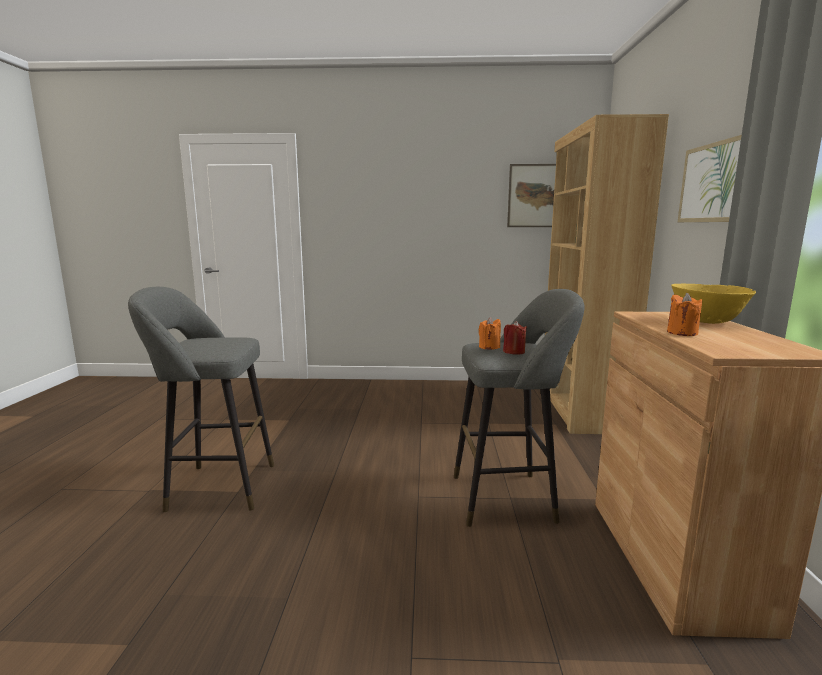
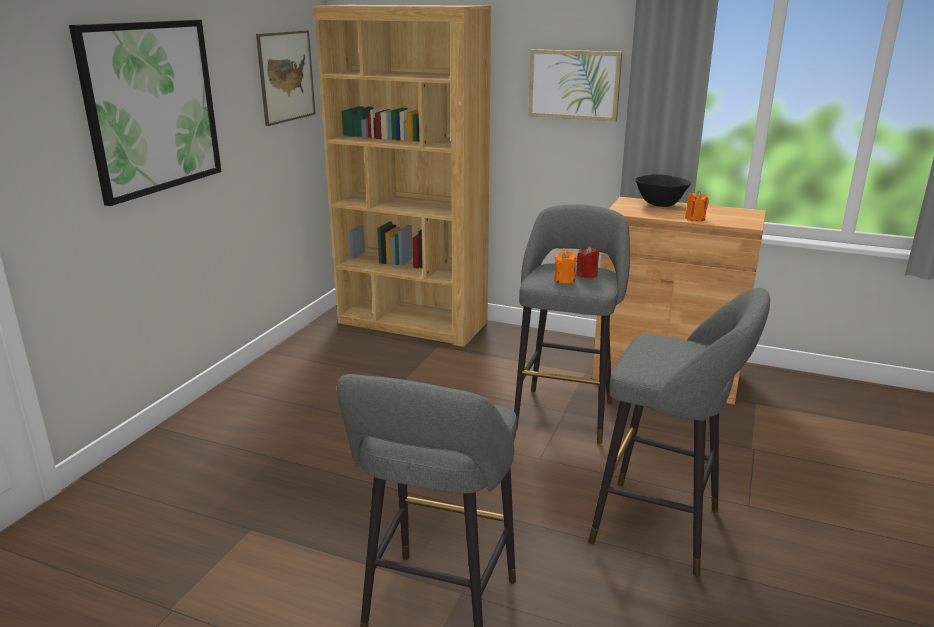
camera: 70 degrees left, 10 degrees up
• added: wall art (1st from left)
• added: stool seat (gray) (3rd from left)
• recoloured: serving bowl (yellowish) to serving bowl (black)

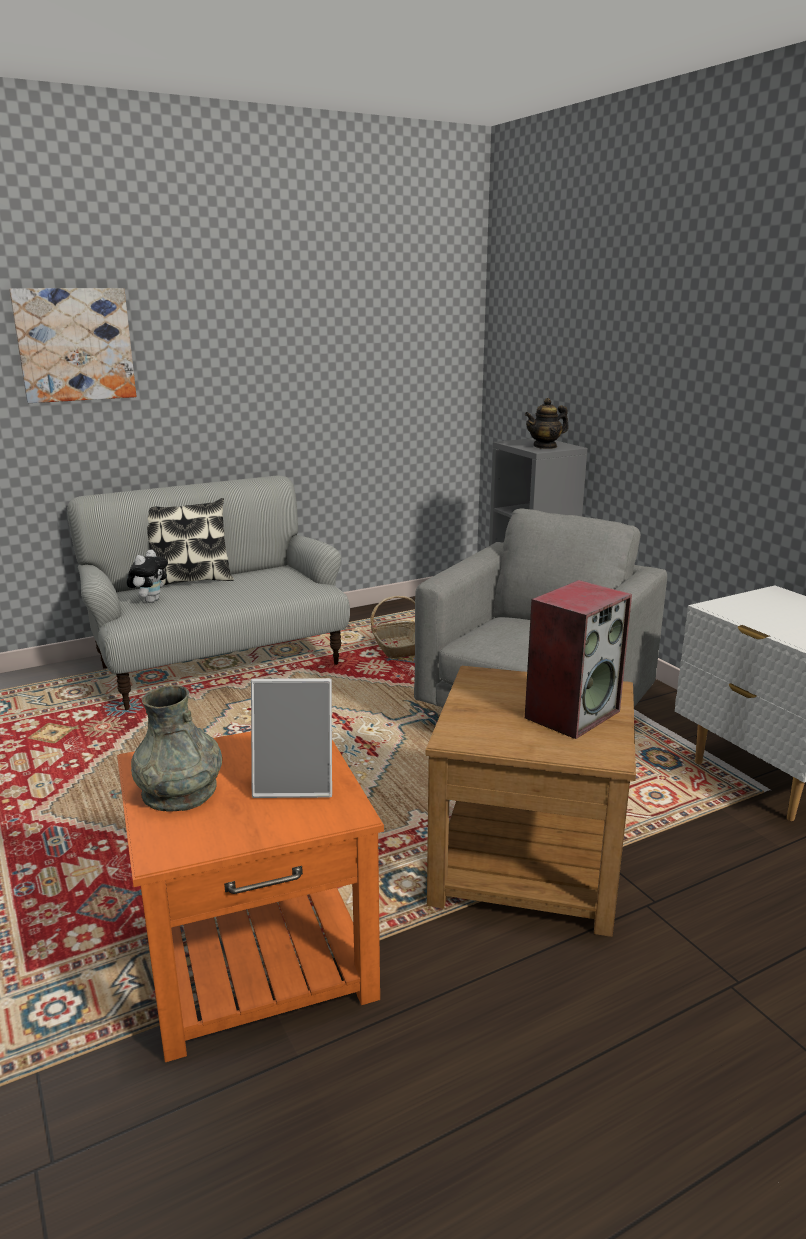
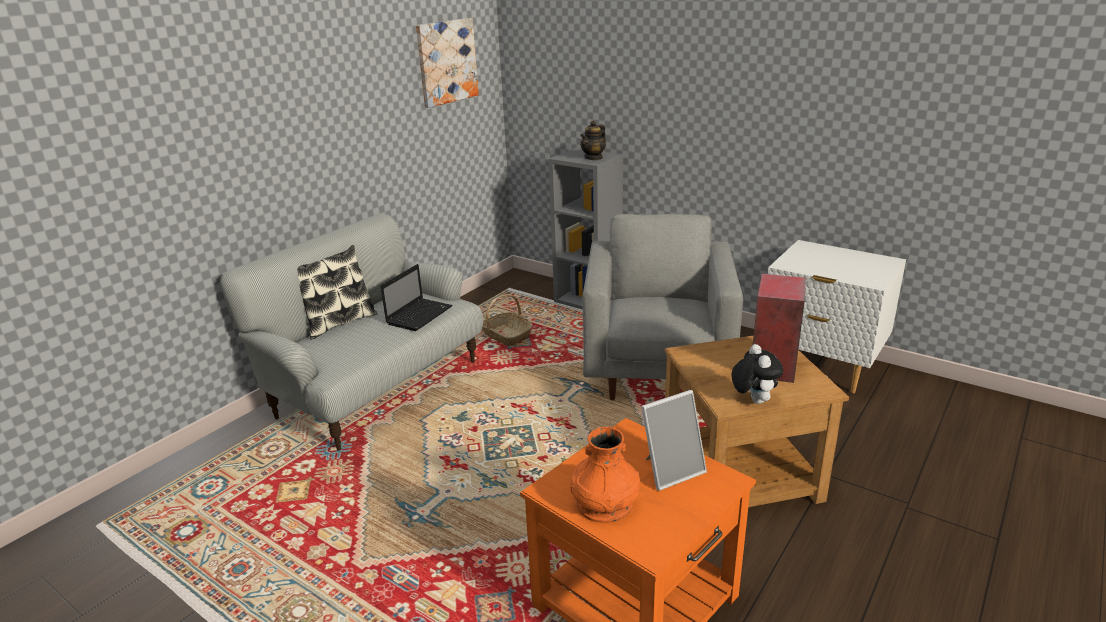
camera: 25 degrees left, 5 degrees up
• added: portable computer
• moved: wall art
• recoloured: flower vase (gray) to flower vase (orange-coloured)
• moved: cuddly toy

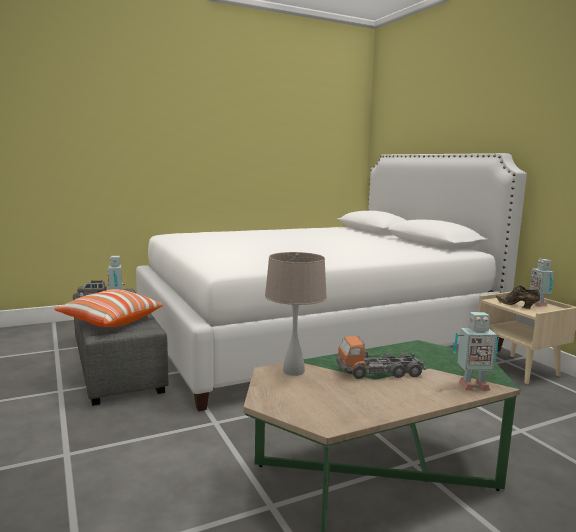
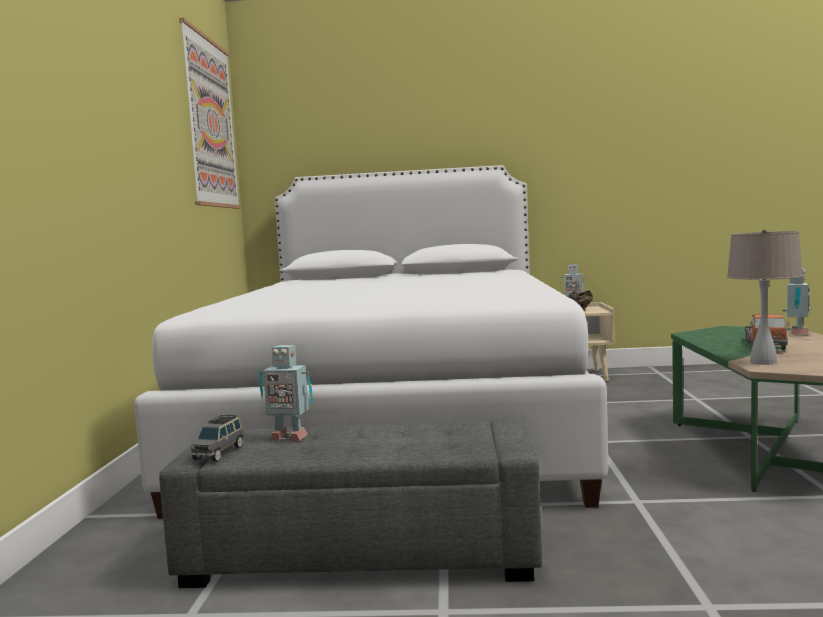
camera: 60 degrees left, 5 degrees down
• added: wall art
• removed: pillow

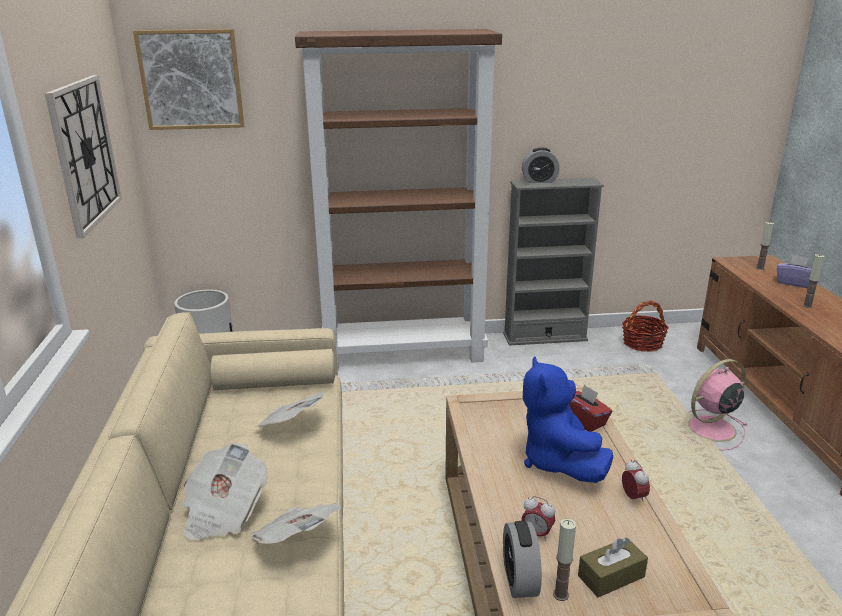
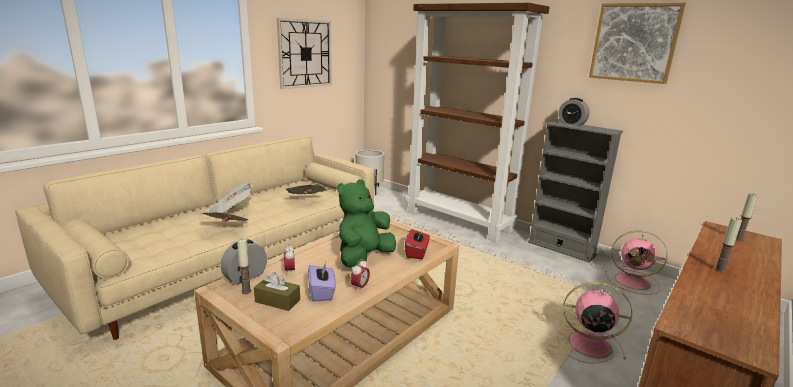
camera: 45 degrees right, 5 degrees down
• moved: tissue holder (purple-coloured)
• recoloured: cuddly toy (bluish) to cuddly toy (green-coloured)
• moved: wall art
• replaced: storage basket to electric fan (pink-coloured) (2nd from left)

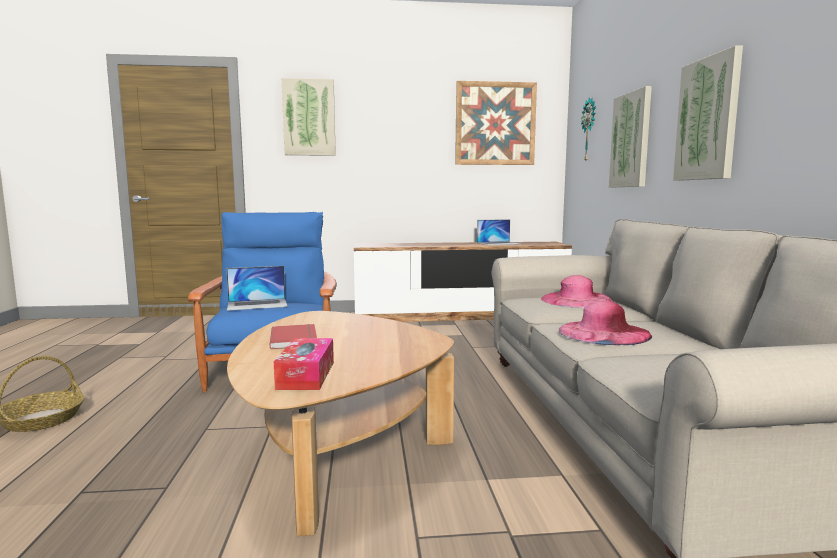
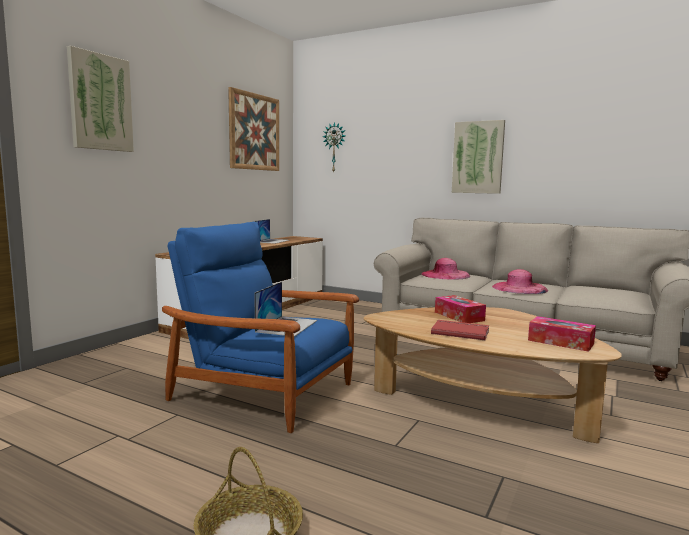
camera: 55 degrees left, 0 degrees up
• added: tissue holder (1st from left)
• removed: wall art (3rd from left)

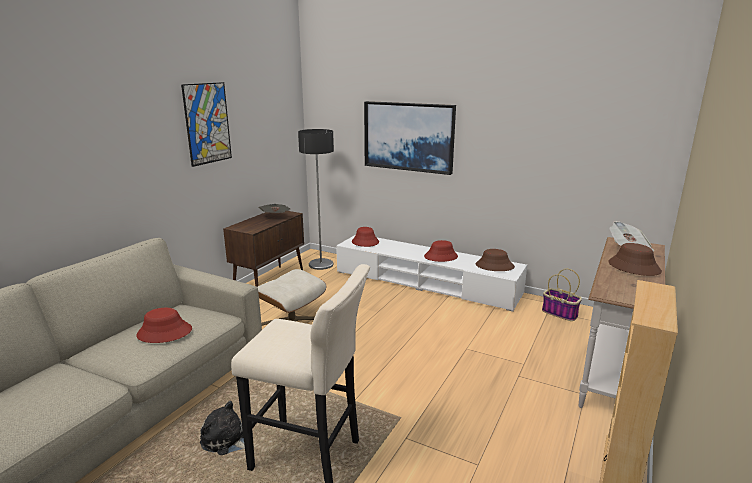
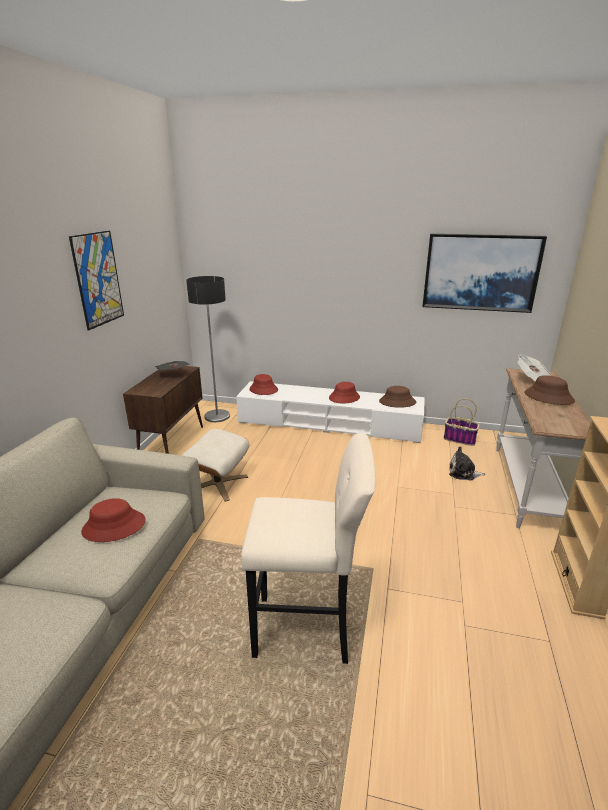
camera: 15 degrees left, 5 degrees up
• moved: wall art (2nd from left)
• moved: cuddly toy

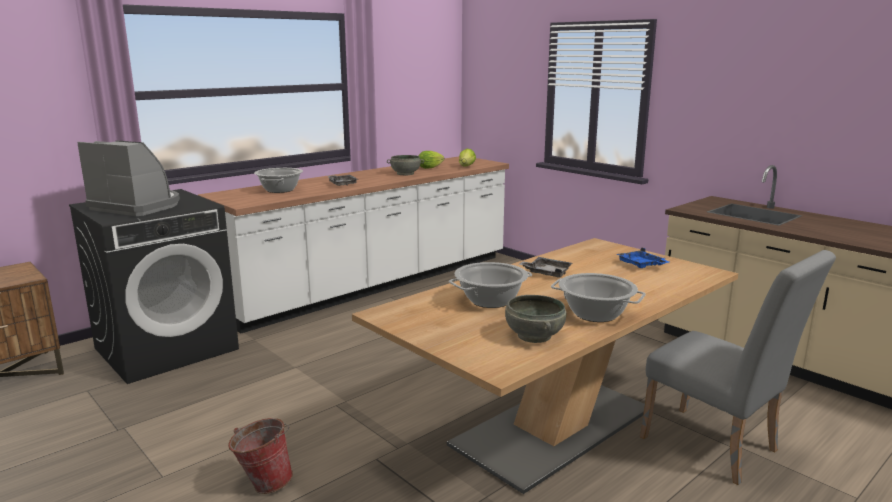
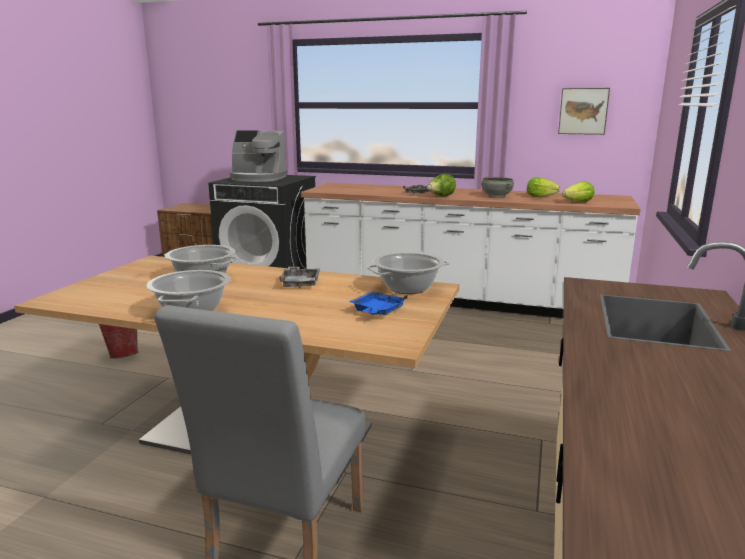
camera: 60 degrees right, 0 degrees up
• turned: coffee brewer 105 degrees clockwise
• moved: stockpot (1st from left in the first image) to stockpot (3rd from left)
• added: lettuce head (1st from left)
• added: wall art
• removed: serving bowl (gray) (2nd from left)

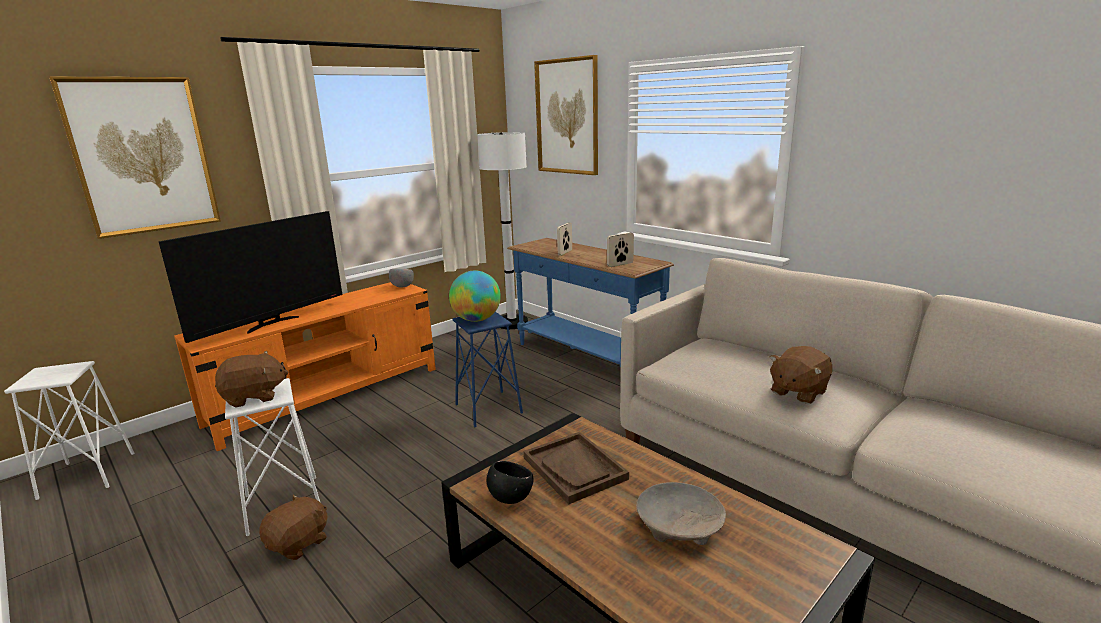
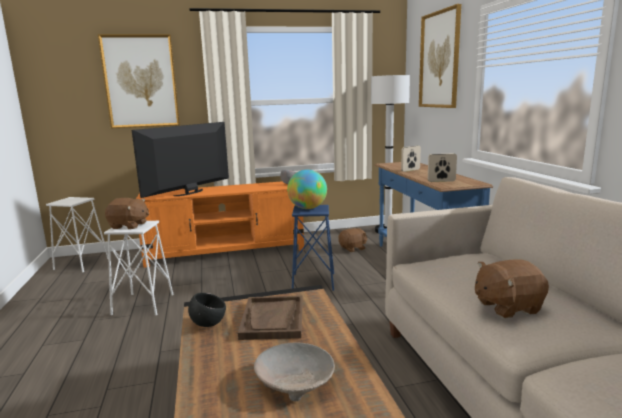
camera: 30 degrees right, 5 degrees down
• turned: television 150 degrees clockwise
• moved: cuddly toy (brown-coloured) (2nd from left)

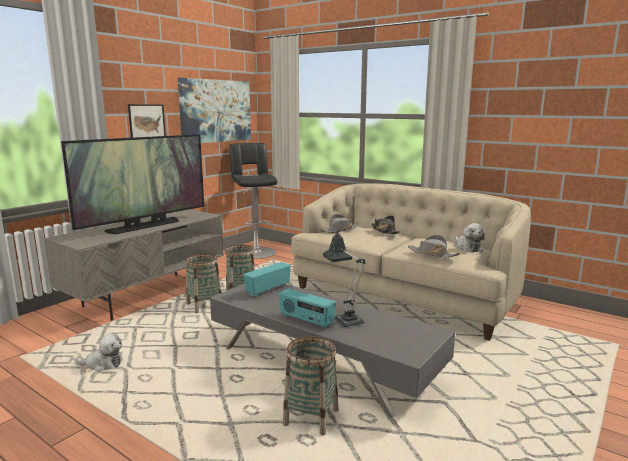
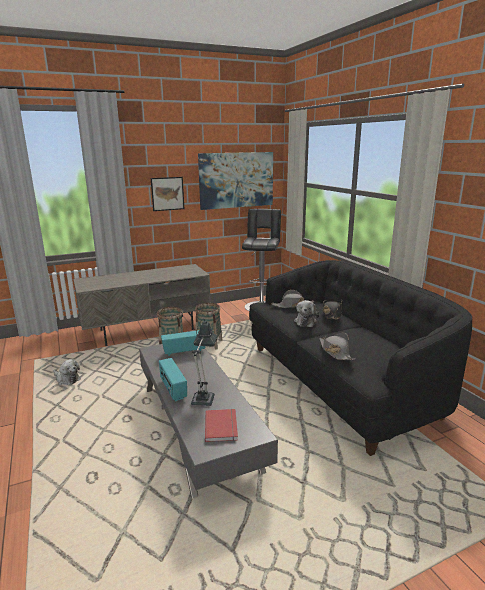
camera: 30 degrees right, 5 degrees up
• added: volume (red-coloured)
• recoloured: settee (beige) to settee (black)
• moved: cuddly toy (2nd from left)
• removed: television
• removed: storage basket (3rd from left)

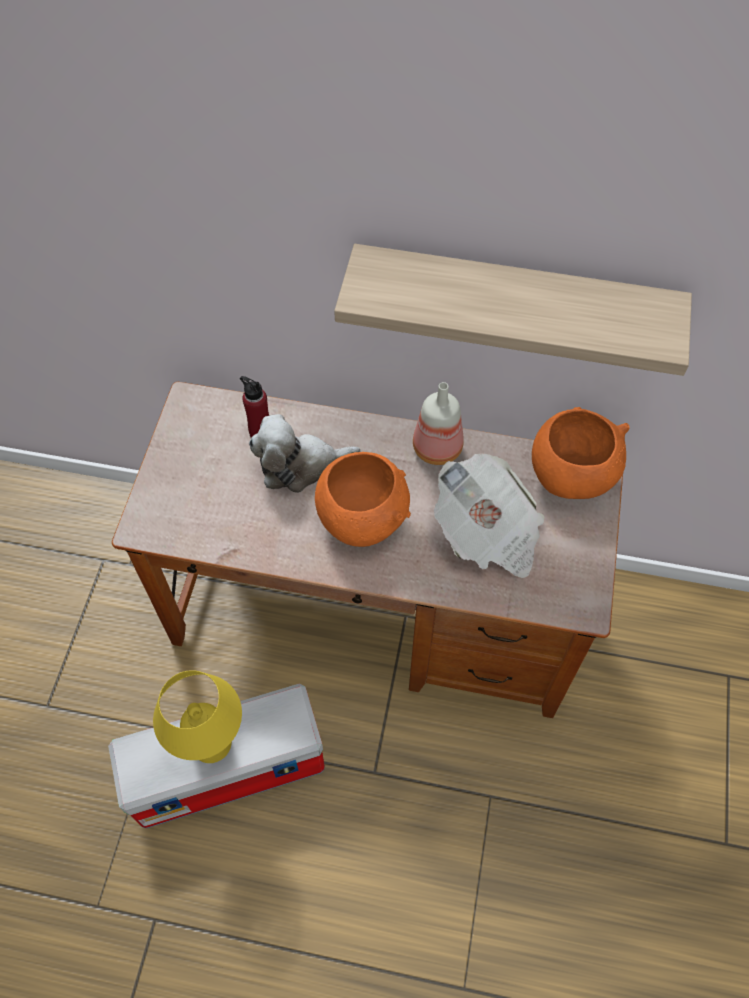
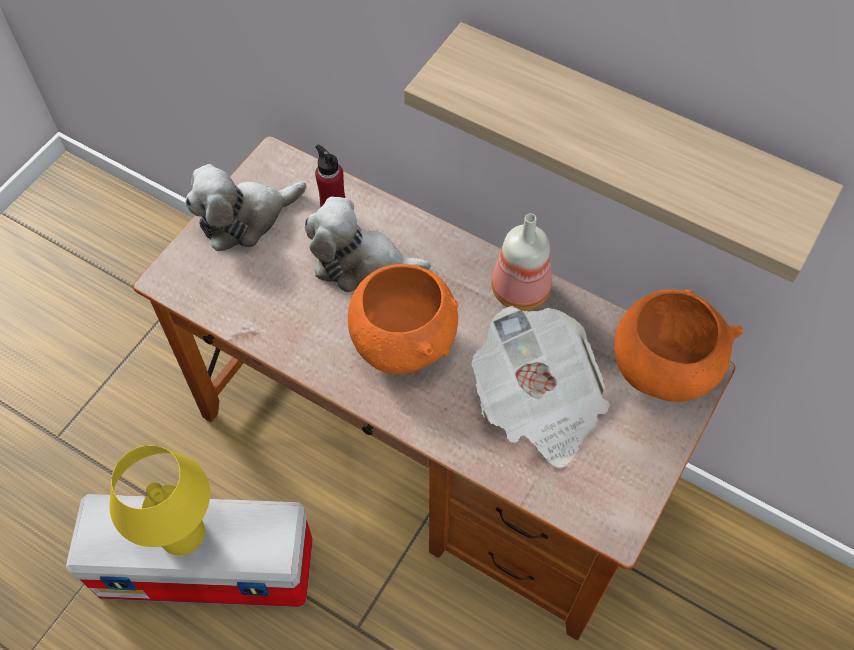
camera: 20 degrees right, 0 degrees up
• added: cuddly toy (1st from left)

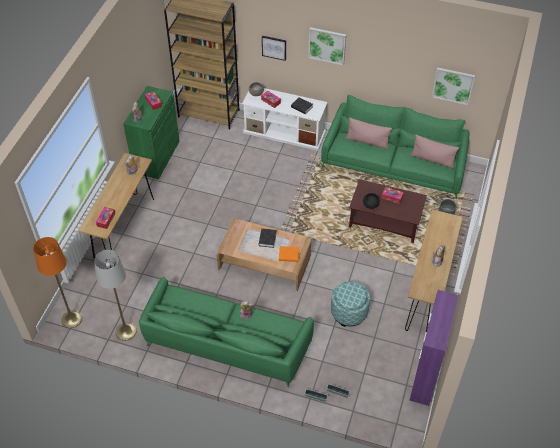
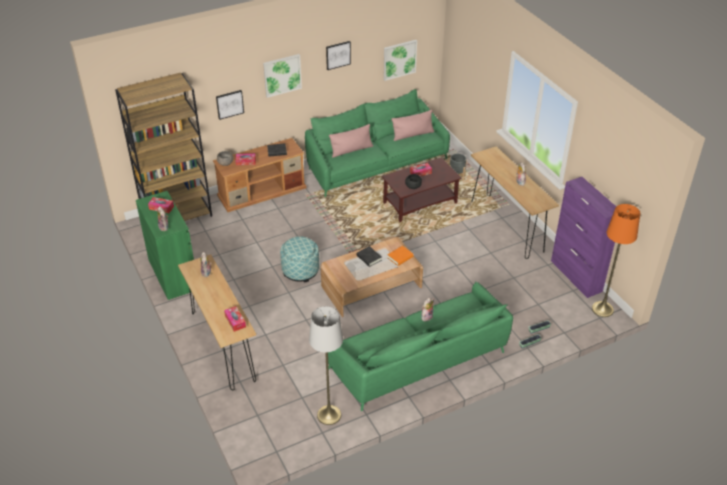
camera: 45 degrees left, 10 degrees down
• recoloured: media console (white) to media console (brown-coloured)
• moved: pouffe
• added: wall art (3rd from left)
• moved: floor lamp (orange-coloured)

